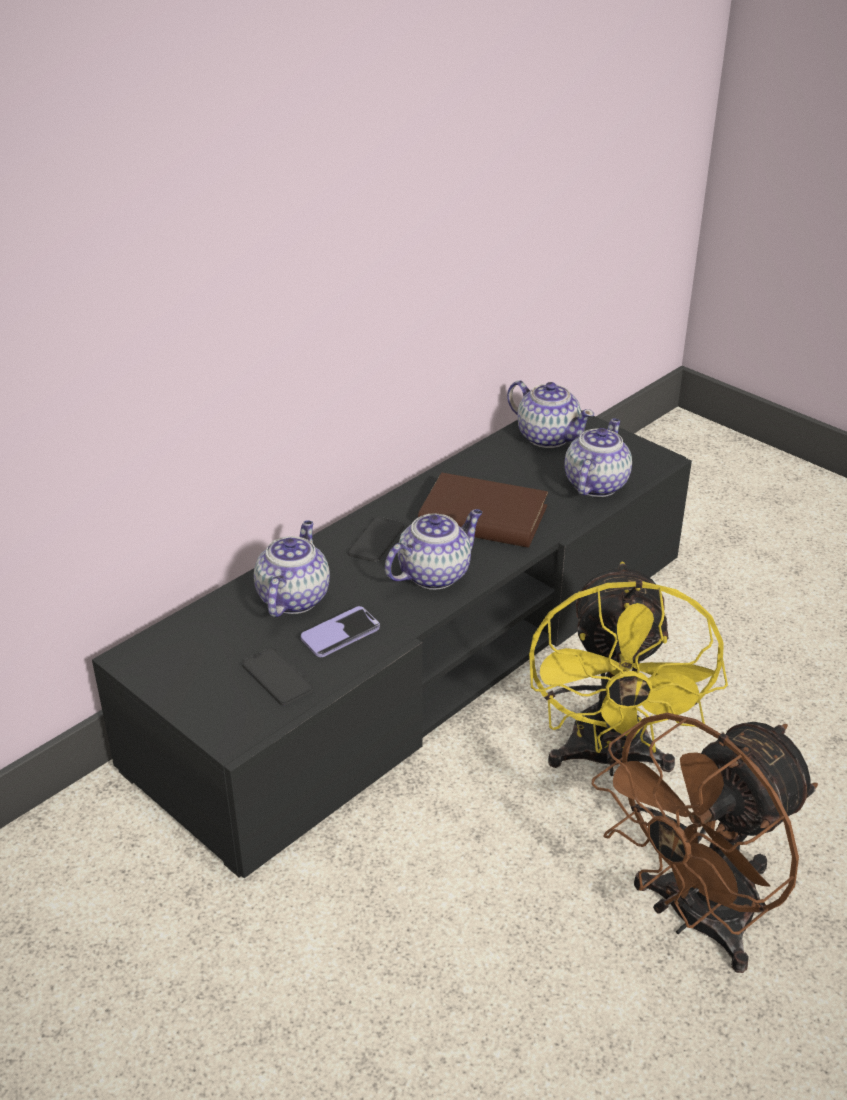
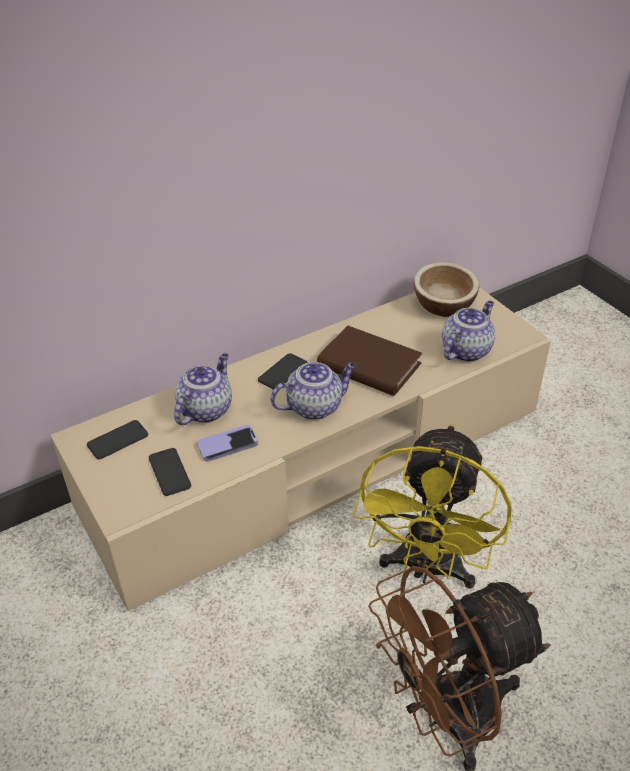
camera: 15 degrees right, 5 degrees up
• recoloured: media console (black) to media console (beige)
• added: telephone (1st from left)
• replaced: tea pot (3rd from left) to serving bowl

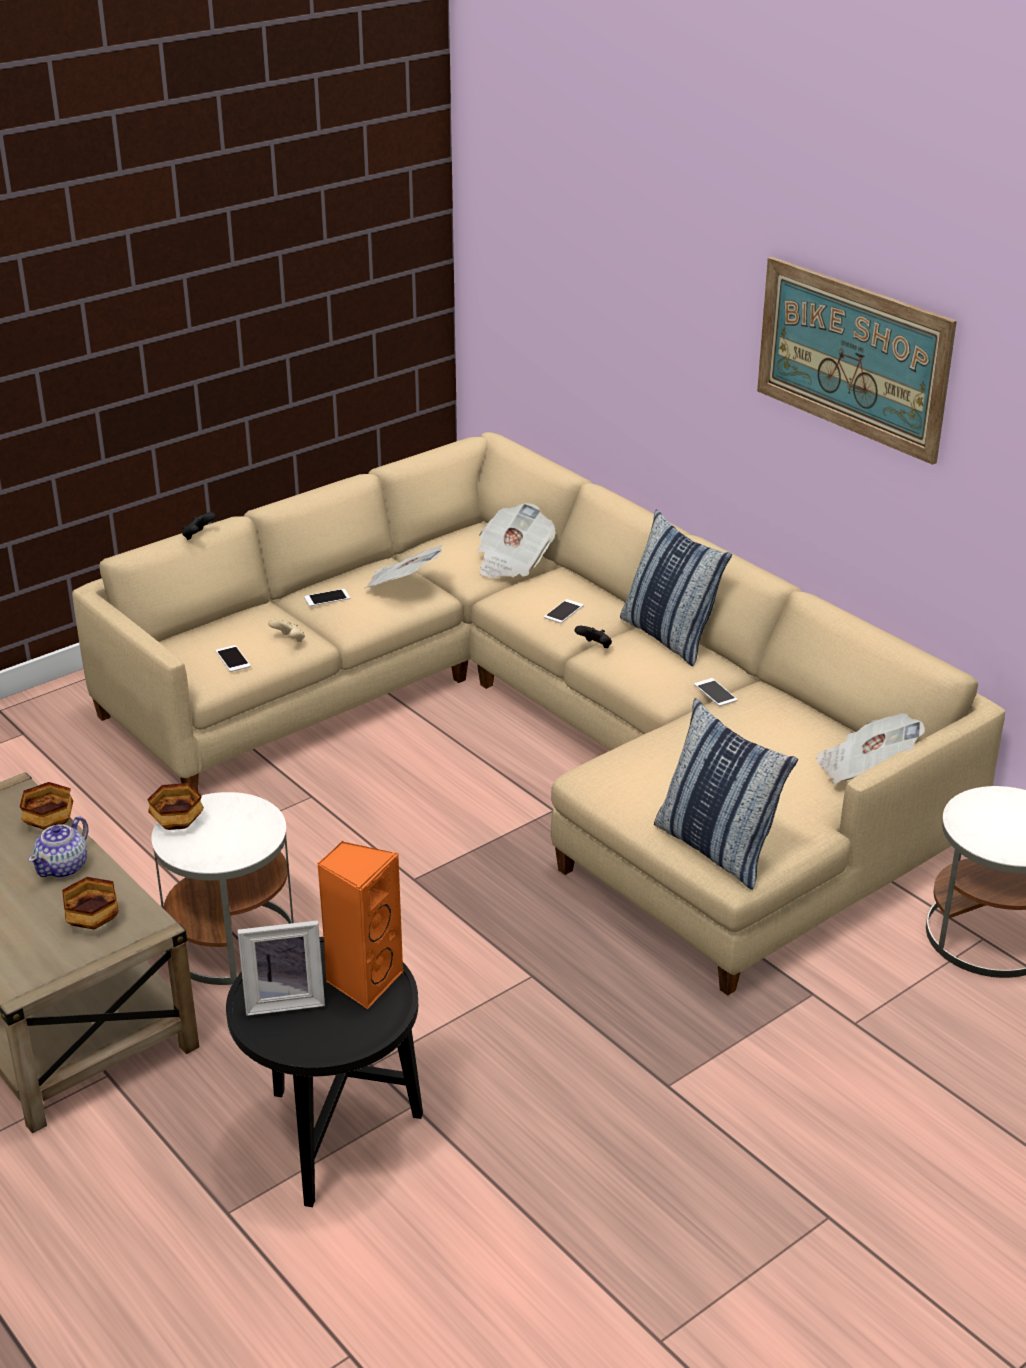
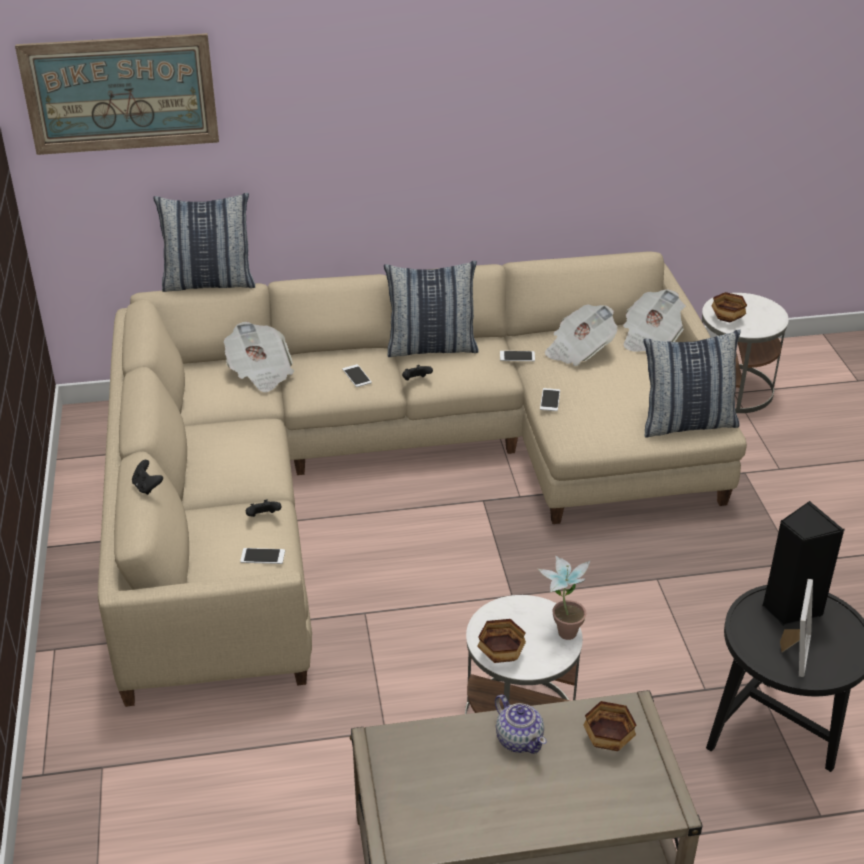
camera: 60 degrees left, 5 degrees up
• moved: wall art
• added: pillow (1st from left)
• recoloured: joypad (beige) to joypad (black) (2nd from left)
• added: plant in a pot
• moved: telephone (2nd from left in the first image) to telephone (4th from left)
• moved: printed paper (1st from left in the first image) to printed paper (2nd from left)
• moved: serving bowl (1st from left in the first image) to serving bowl (3rd from left)
• recoloured: loudspeaker (orange-coloured) to loudspeaker (black)

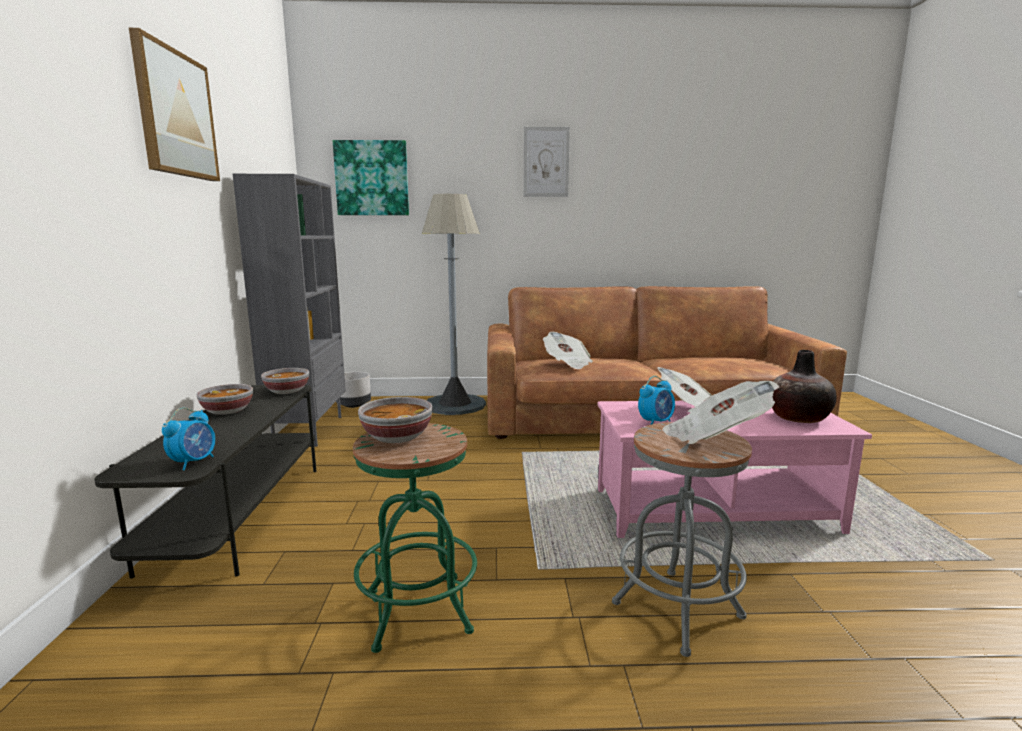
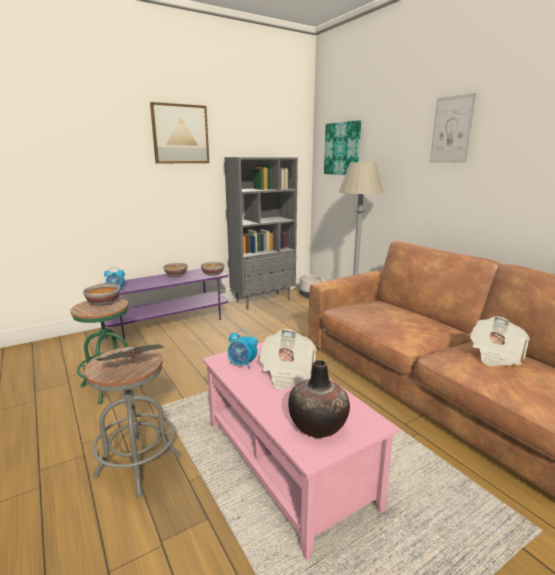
camera: 60 degrees right, 5 degrees up
• recoloured: media console (gray) to media console (purple-coloured)
• moved: printed paper (1st from left in the first image) to printed paper (3rd from left)

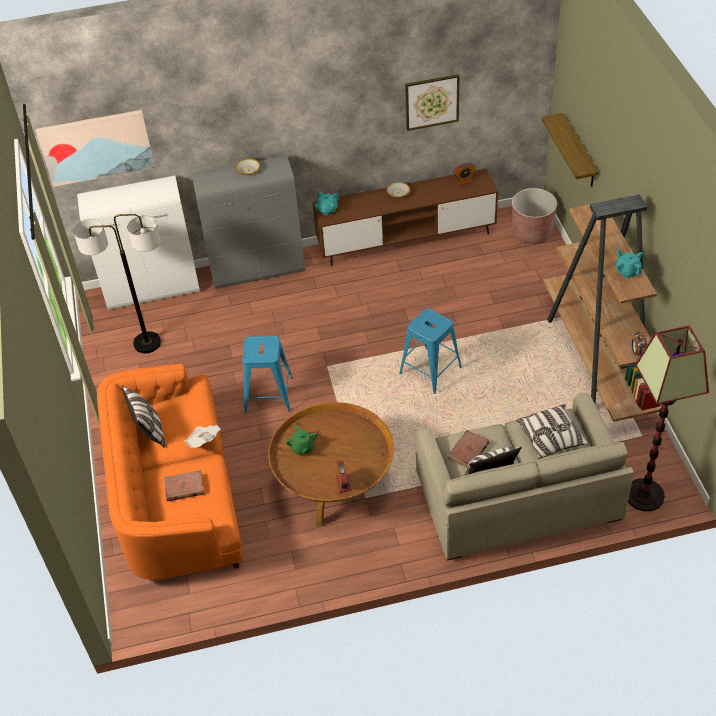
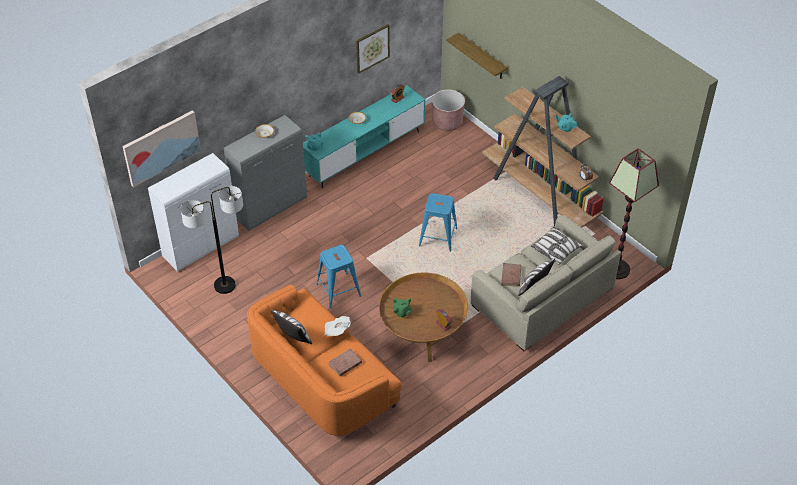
camera: 30 degrees left, 0 degrees up
• recoloured: media console (brown-coloured) to media console (turquoise-coloured)

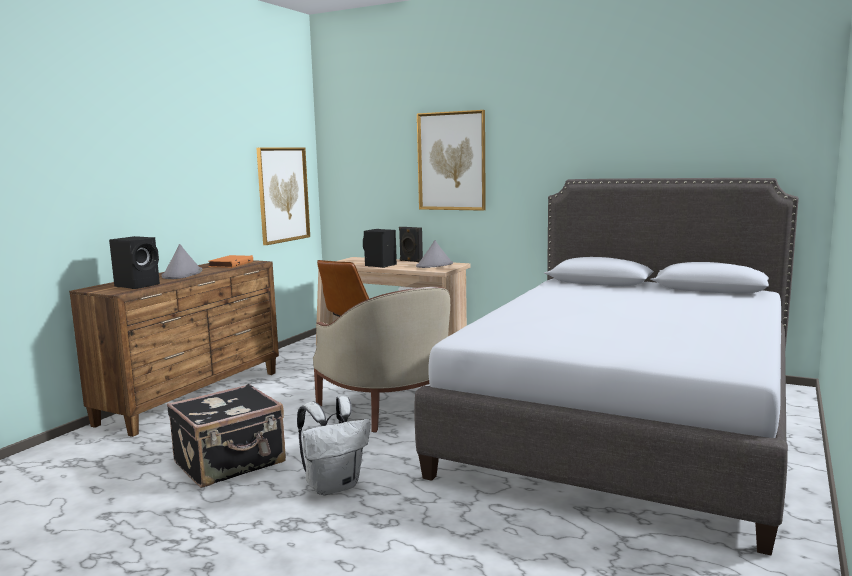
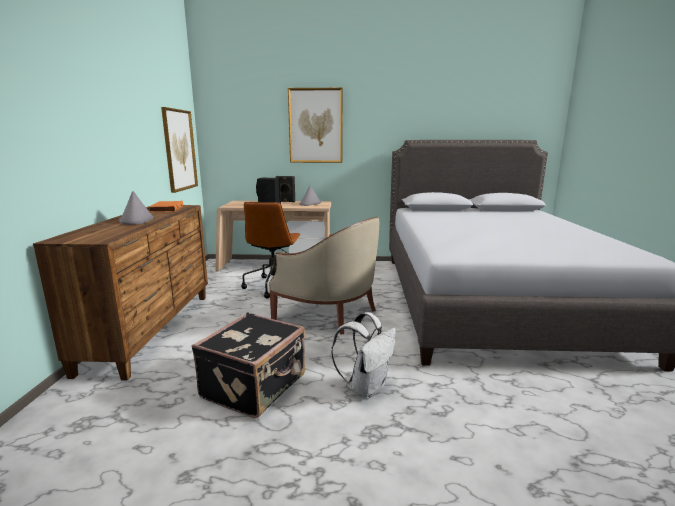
camera: 25 degrees left, 5 degrees up
• removed: loudspeaker (black) (1st from left)

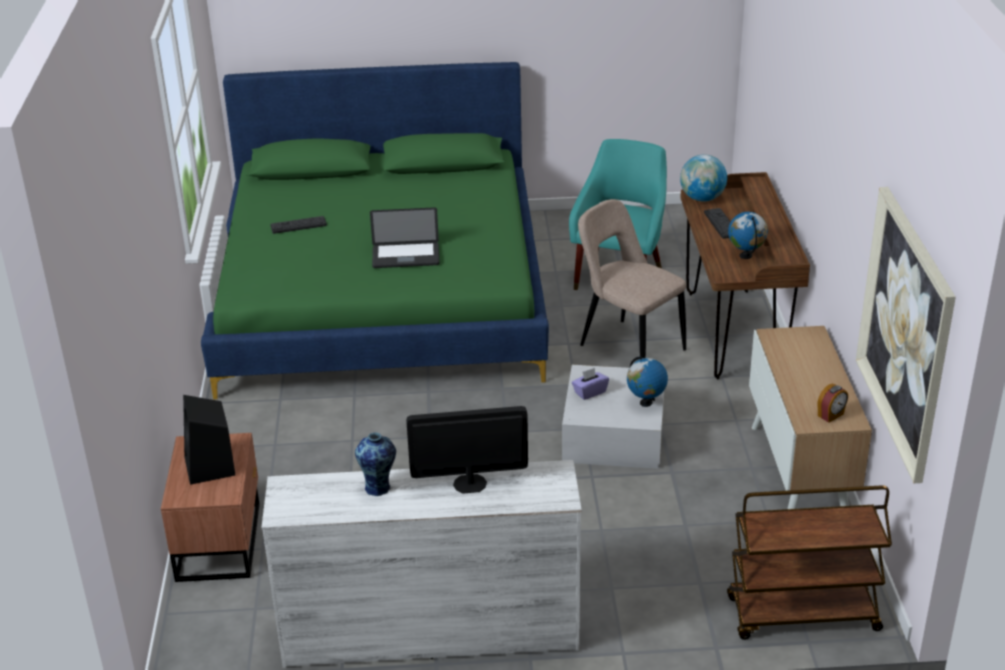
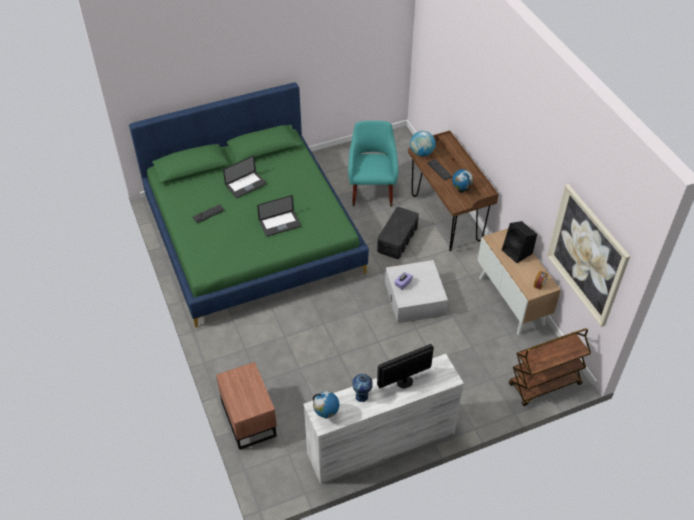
camera: 20 degrees left, 15 degrees up
• added: portable computer (1st from left)
• moved: desk globe (1st from left)
• replaced: chair (beige) to storage bin (black)
• moved: loudspeaker (black)

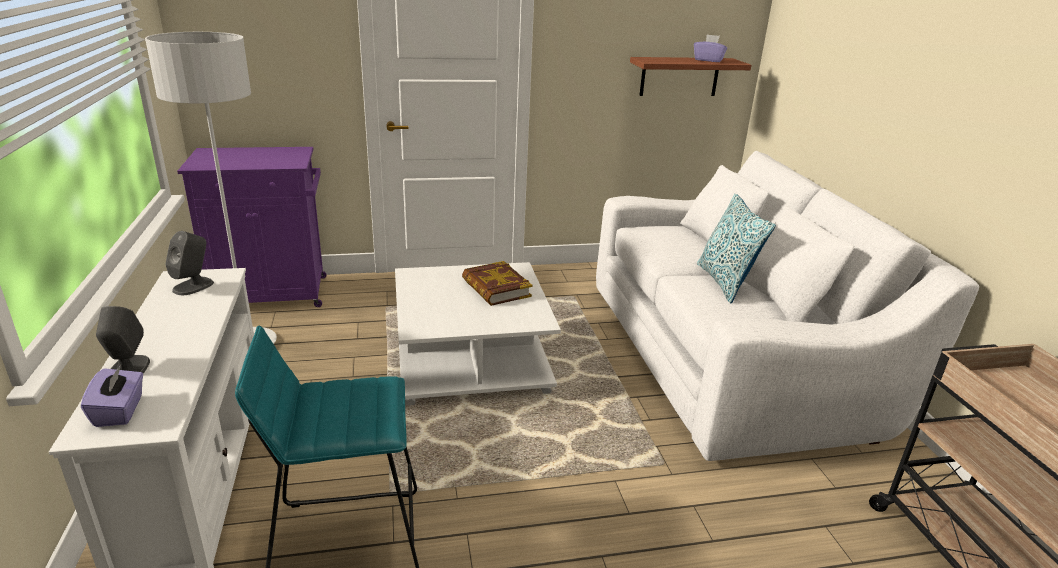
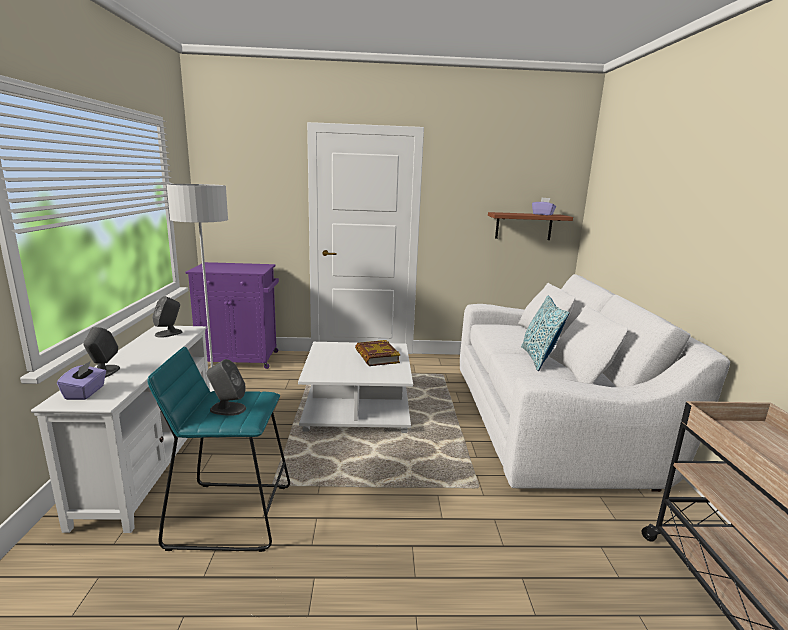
camera: 10 degrees right, 10 degrees down
• added: loudspeaker (gray) (3rd from left)

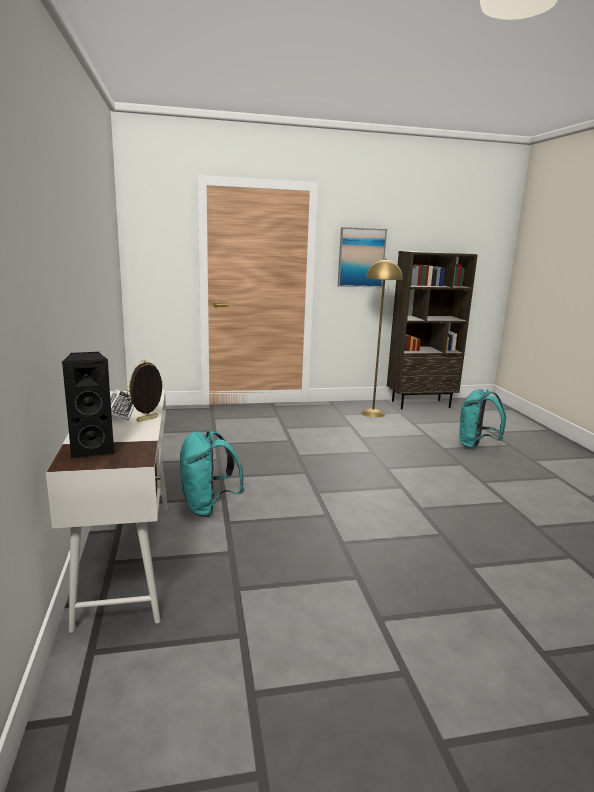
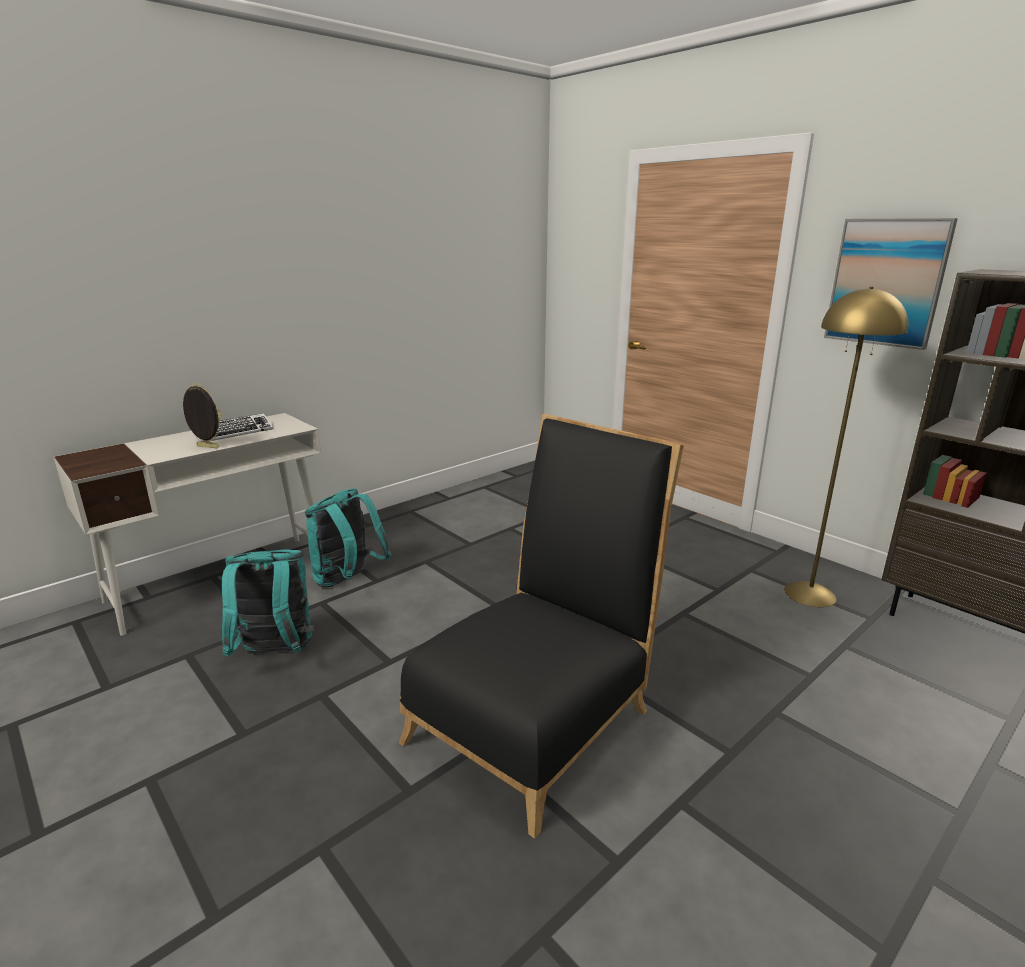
camera: 60 degrees right, 5 degrees up
• moved: rucksack (turquoise-coloured) (2nd from left in the first image) to rucksack (turquoise-coloured) (1st from left)
• added: chair (black)
• removed: loudspeaker (black)

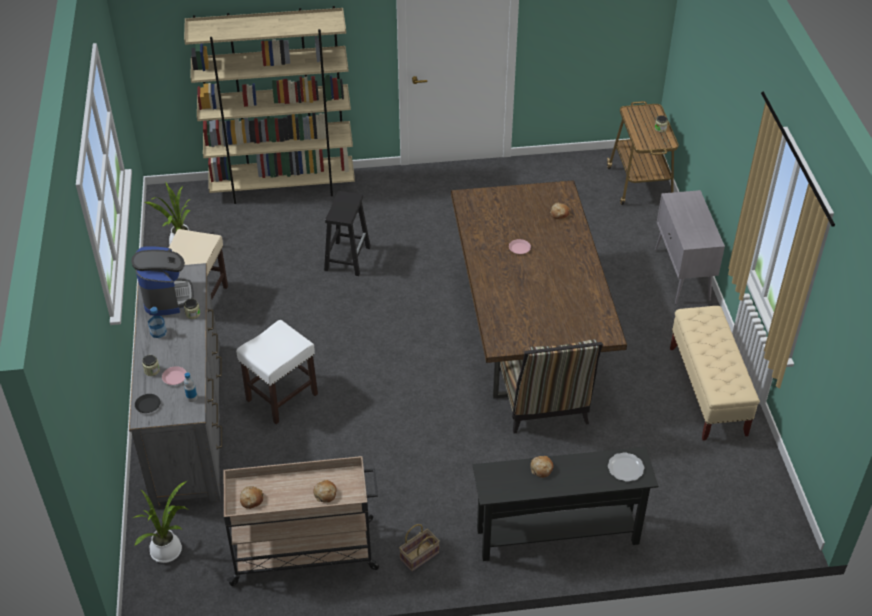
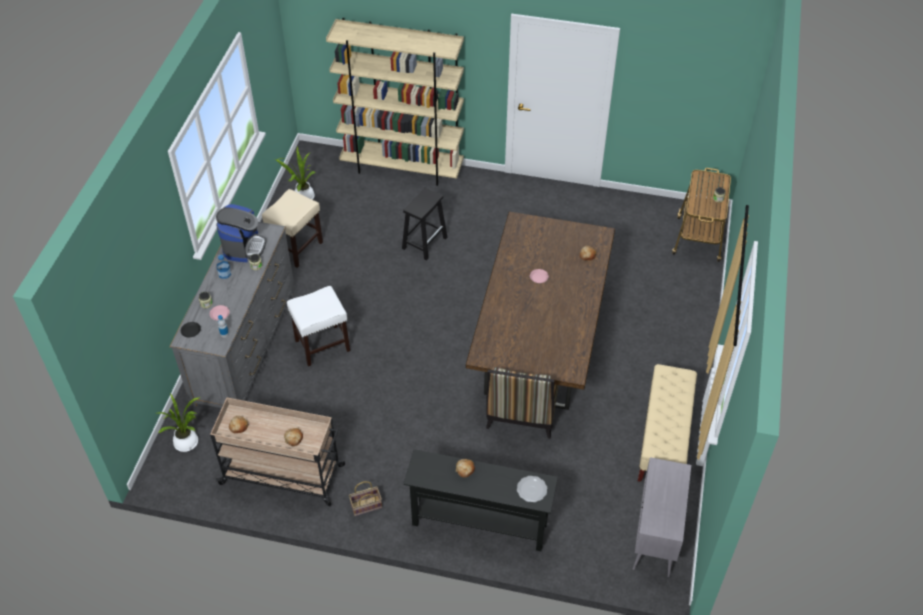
camera: 20 degrees right, 5 degrees up
• moved: storage cabinet (gray)

